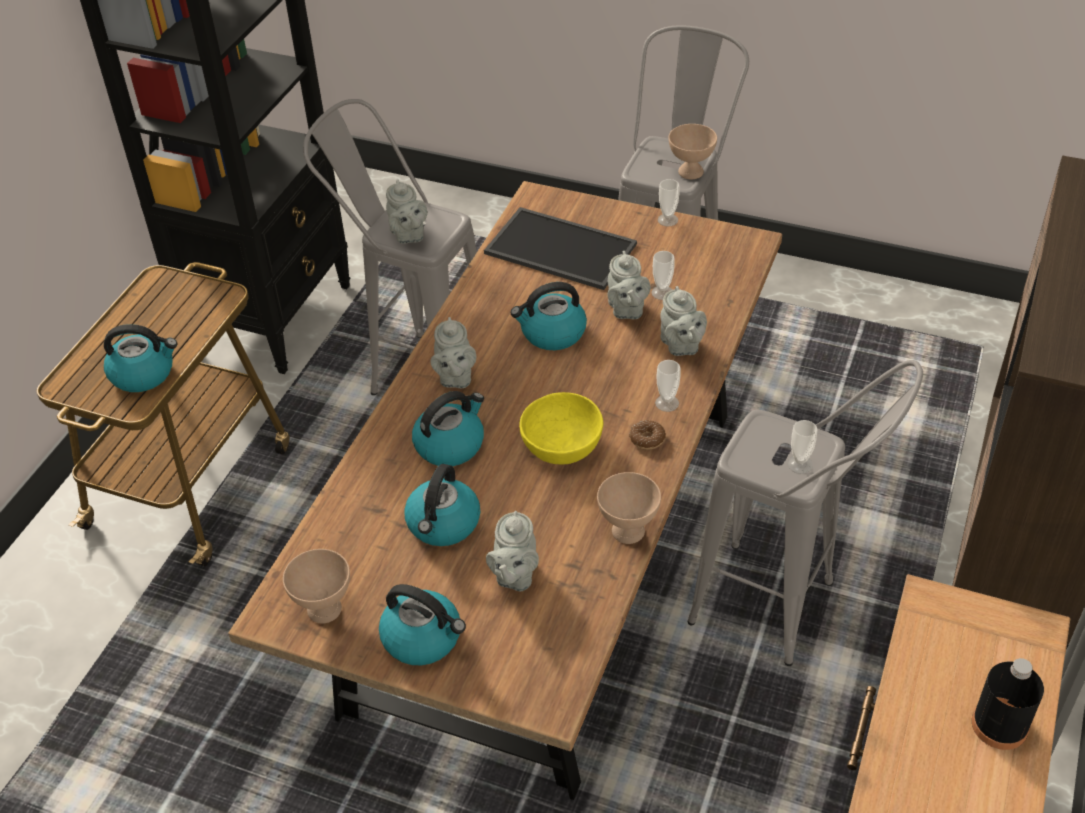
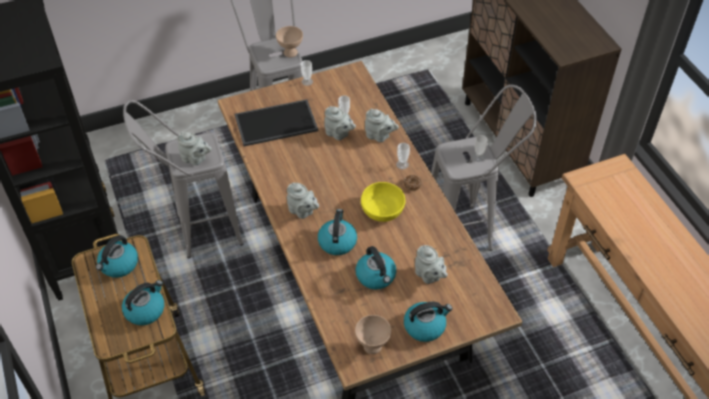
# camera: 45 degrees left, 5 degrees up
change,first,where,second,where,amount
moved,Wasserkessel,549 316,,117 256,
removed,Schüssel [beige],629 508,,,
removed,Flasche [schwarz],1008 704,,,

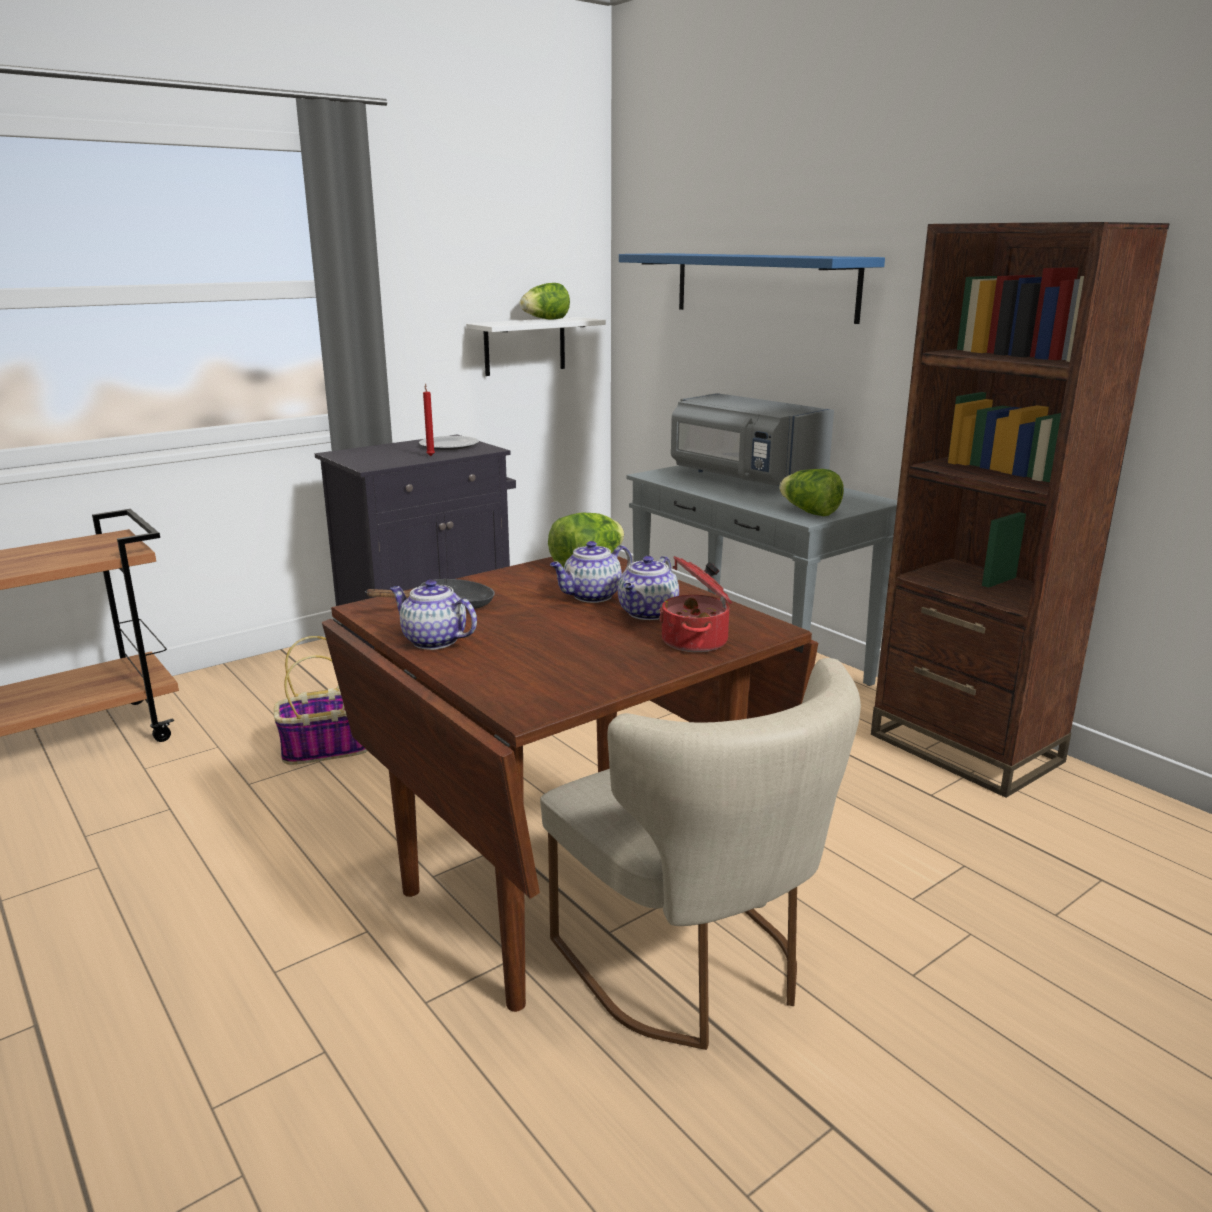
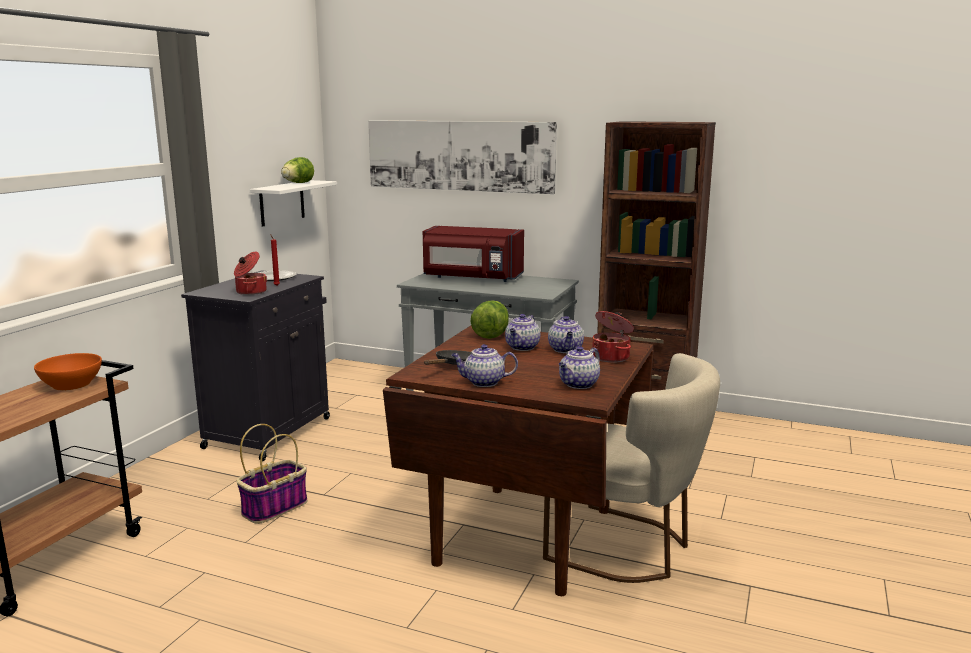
# camera: 30 degrees left, 5 degrees down
change,first,where,second,where,amount
replaced,Wandregal [blau],752 288,Bild,462 157,
recoloured,Mikrowelle [grau],752 439,Mikrowelle [rot],473 254,
removed,Salatkopf,811 492,,,
added,,,Schüssel [orange],68 371,
added,,,Kochtopf,250 273,
added,,,Teekanne,579 367,

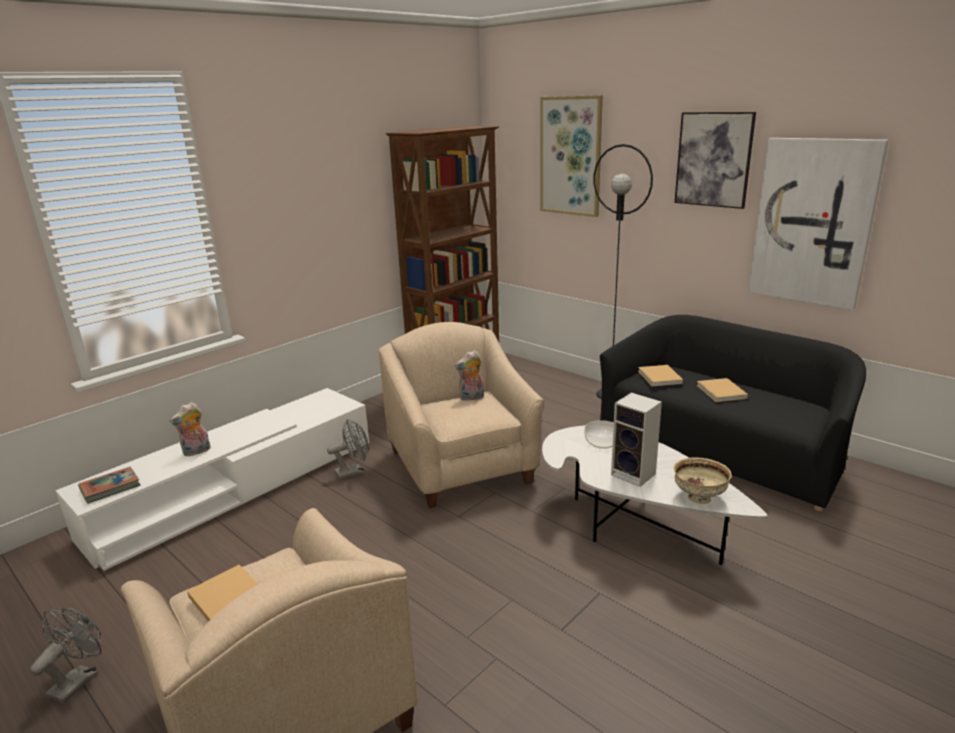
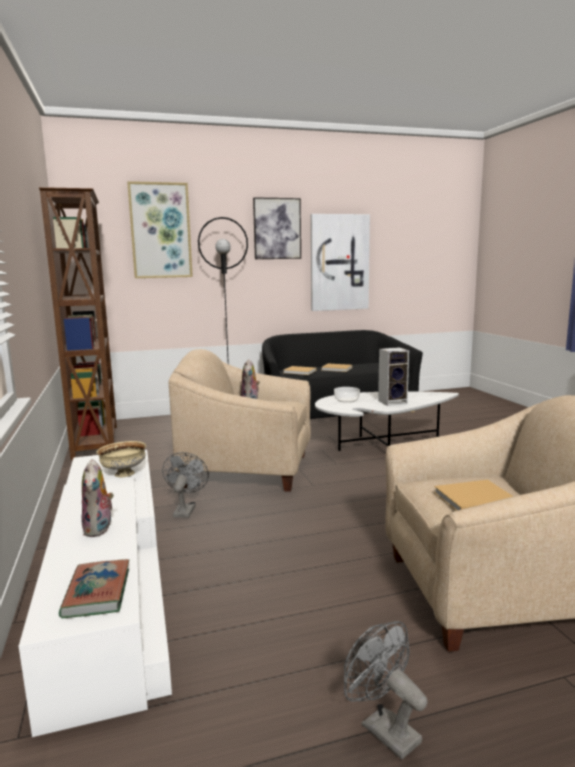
# camera: 60 degrees left, 10 degrees down
change,first,where,second,where,amount
moved,Schüssel [beige],702 480,,121 459,

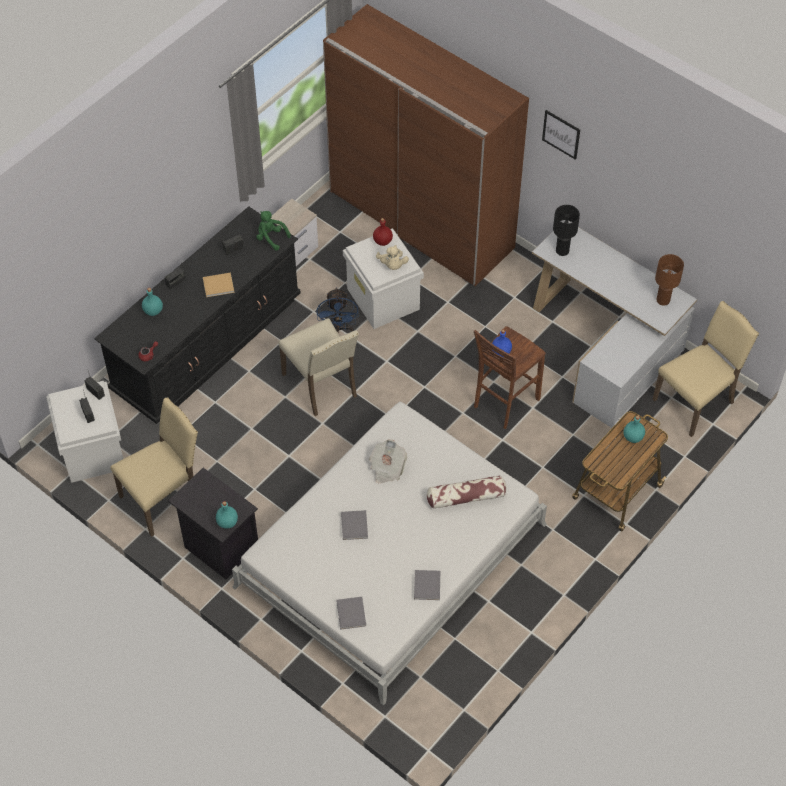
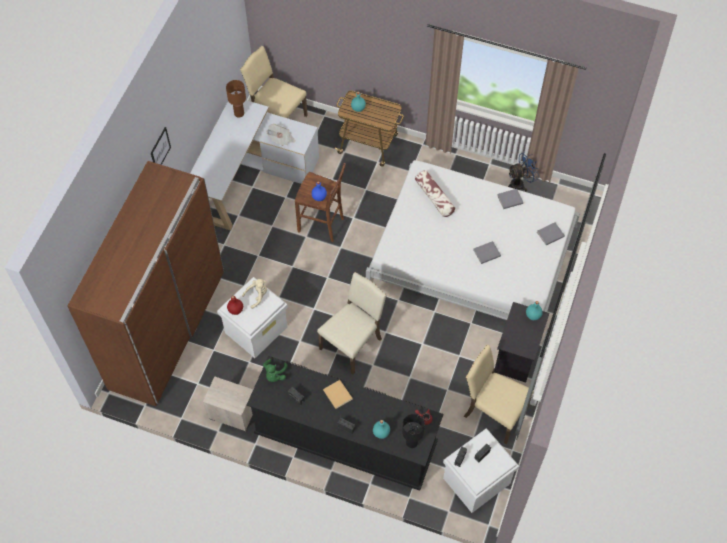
# camera: 110 degrees left, 5 degrees up
change,first,where,second,where,amount
moved,Ventilator [blau],337 310,,524 172,
moved,Zeitung,388 461,,280 135,
moved,Tischlampe [schwarz],566 230,,413 431,

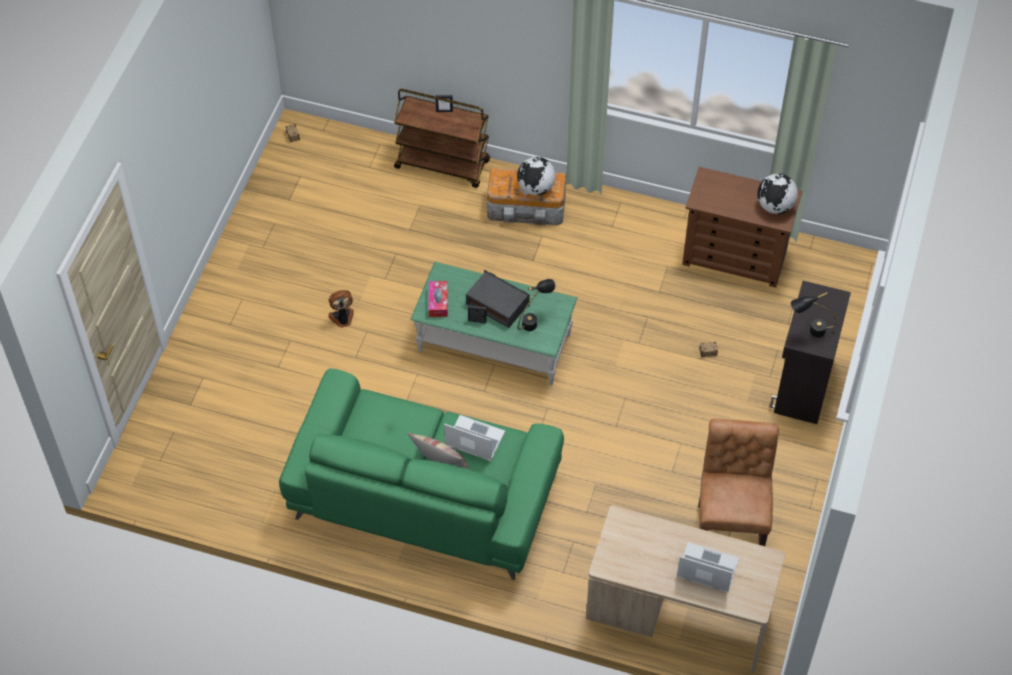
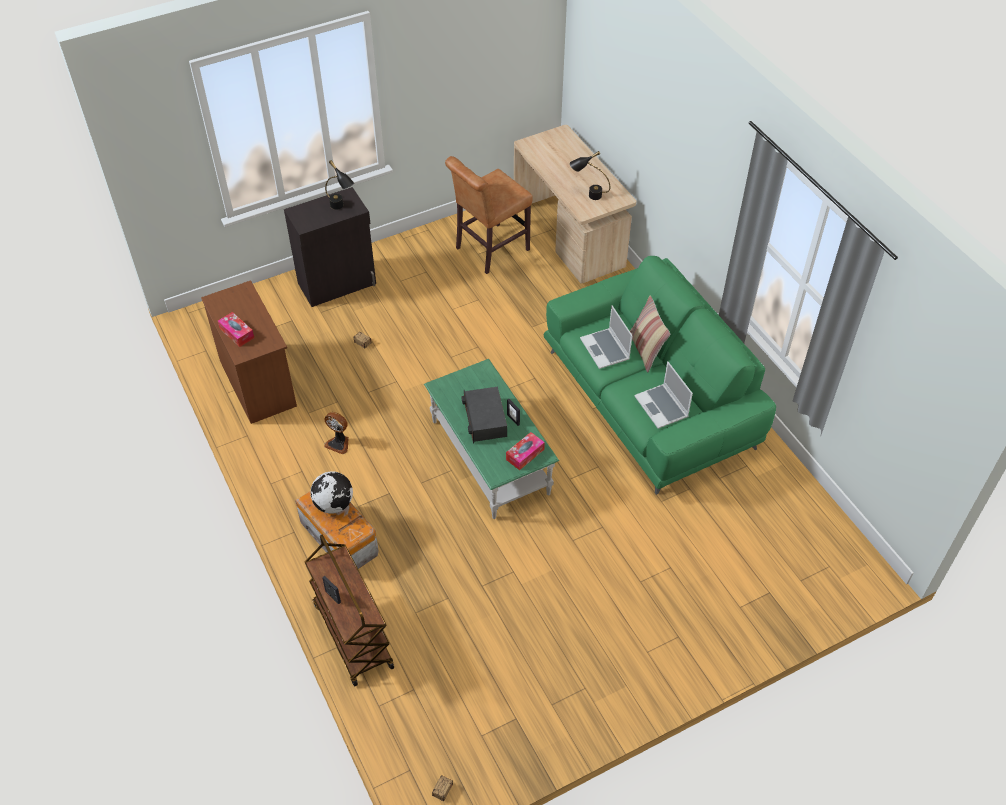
# camera: 135 degrees left, 5 degrees down
change,first,where,second,where,amount
moved,Ventilator,341 309,,336 433,
moved,Tischlampe [schwarz],536 305,,590 175,
moved,Laptop,708 567,,663 395,
removed,Globus,777 194,,,
added,,,Taschentuchbox,236 329,

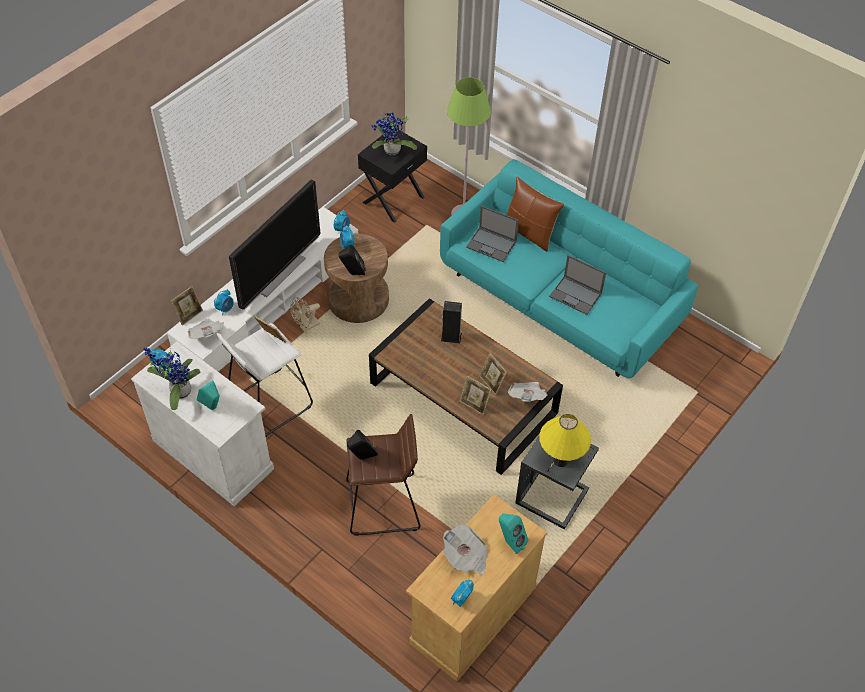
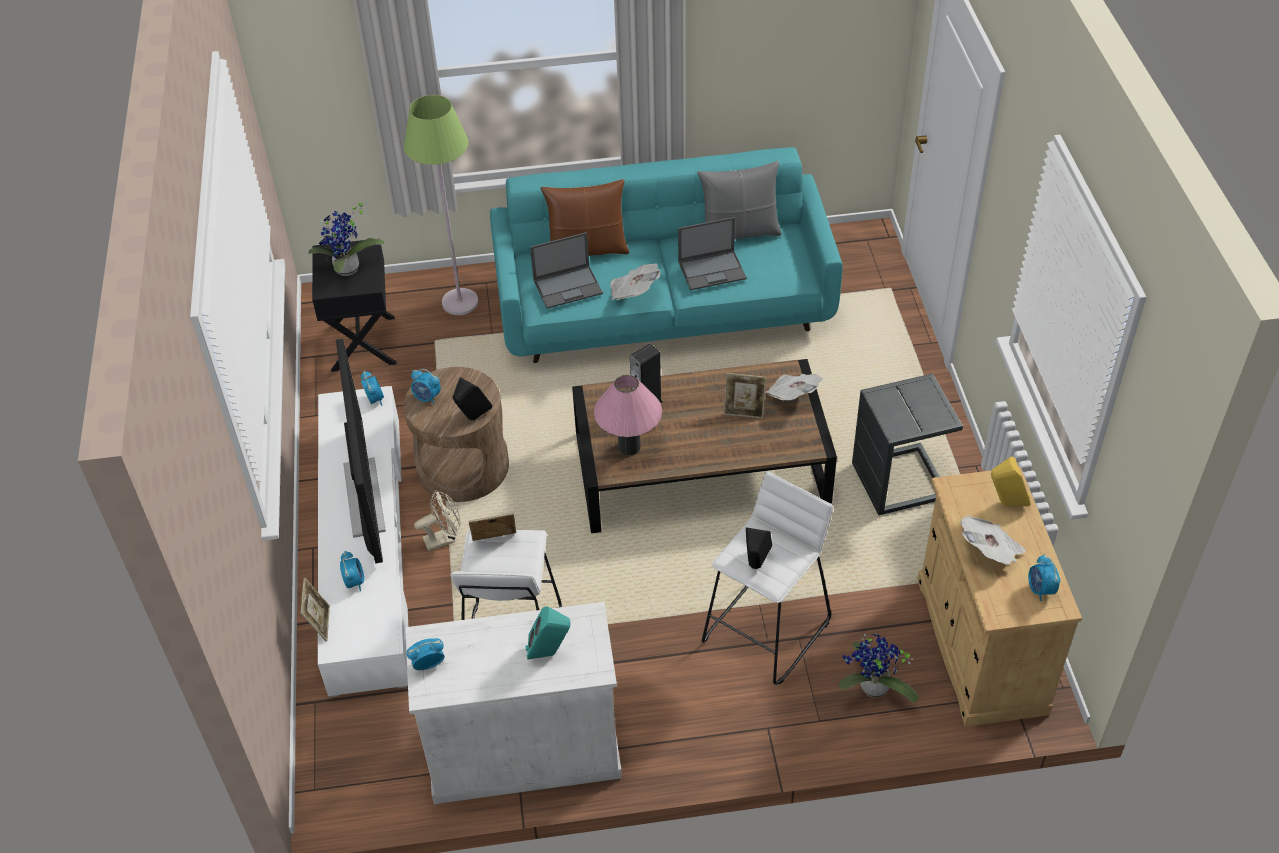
# camera: 45 degrees left, 5 degrees down
change,first,where,second,where,amount
moved,Topfpflanze,171 379,,878 668,
moved,Zeitung,206 328,,635 281,
turned,Ventilator [beige],305 314,,437 520,120 degrees counterclockwise
recoloured,Hocker [braun],383 475,Hocker [weiß],767 578,
removed,Bilderrahmen,476 395,,,
recoloured,Lautsprecher [türkis],513 533,Lautsprecher [gelb],1011 481,
removed,Tischlampe [gelb],565 440,,,
added,,,Tischlampe [rosa],628 415,
added,,,Kissen [grau],739 200,

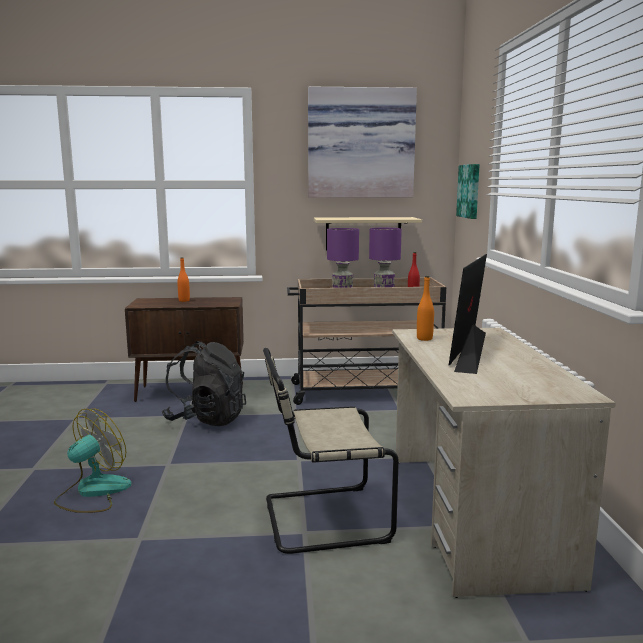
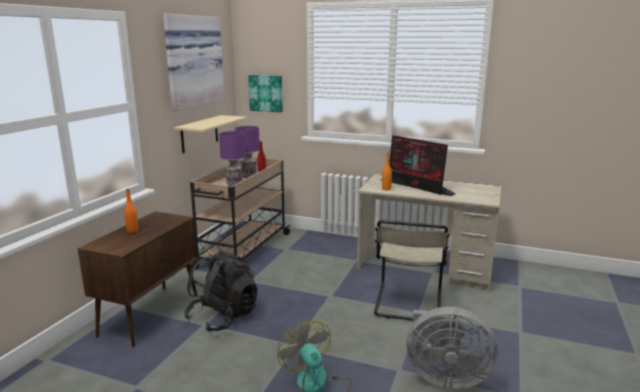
# camera: 65 degrees left, 5 degrees up
change,first,where,second,where,amount
added,,,Ventilator [grau],452 348,

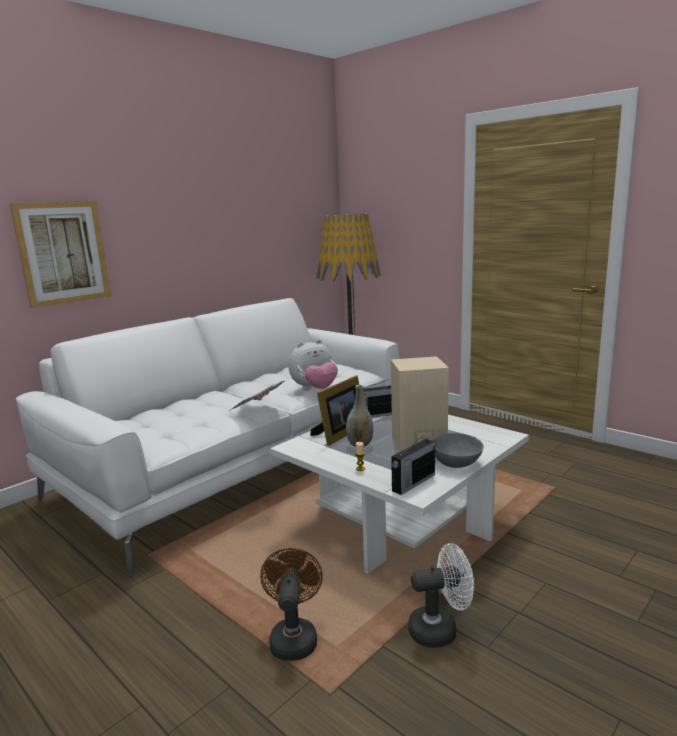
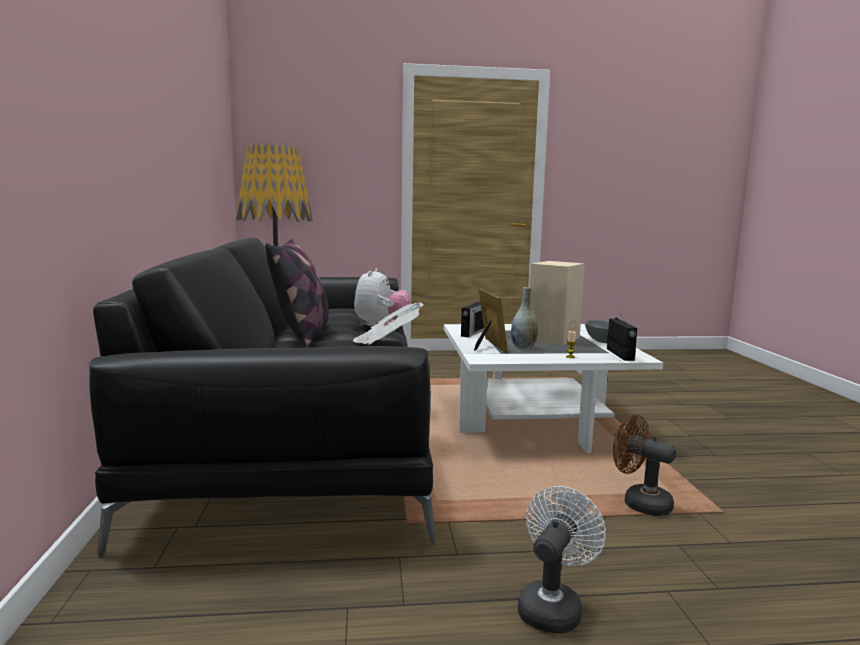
# camera: 50 degrees left, 5 degrees down
change,first,where,second,where,amount
removed,Bild,60 254,,,
recoloured,Sofa [weiß],208 437,Sofa [schwarz],263 397,
moved,Ventilator [weiß],441 595,,562 559,
added,,,Kissen,297 292,

